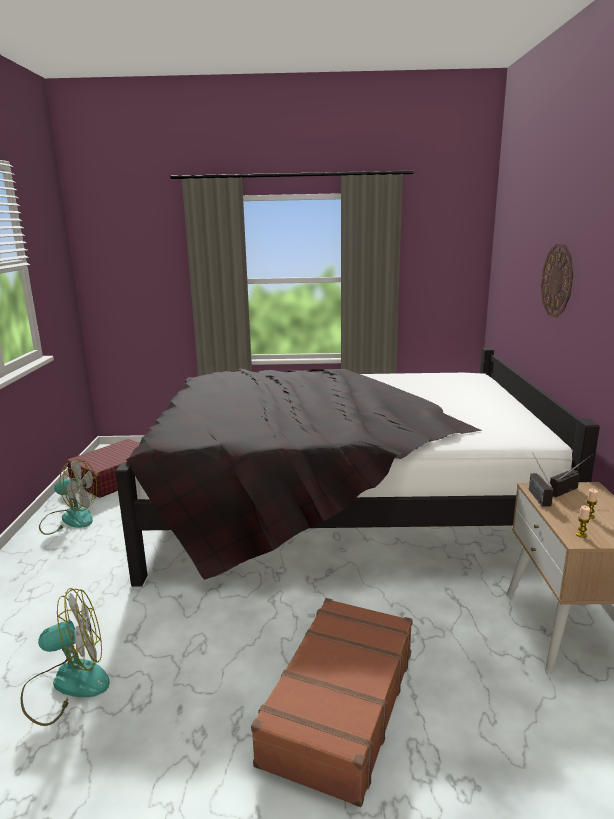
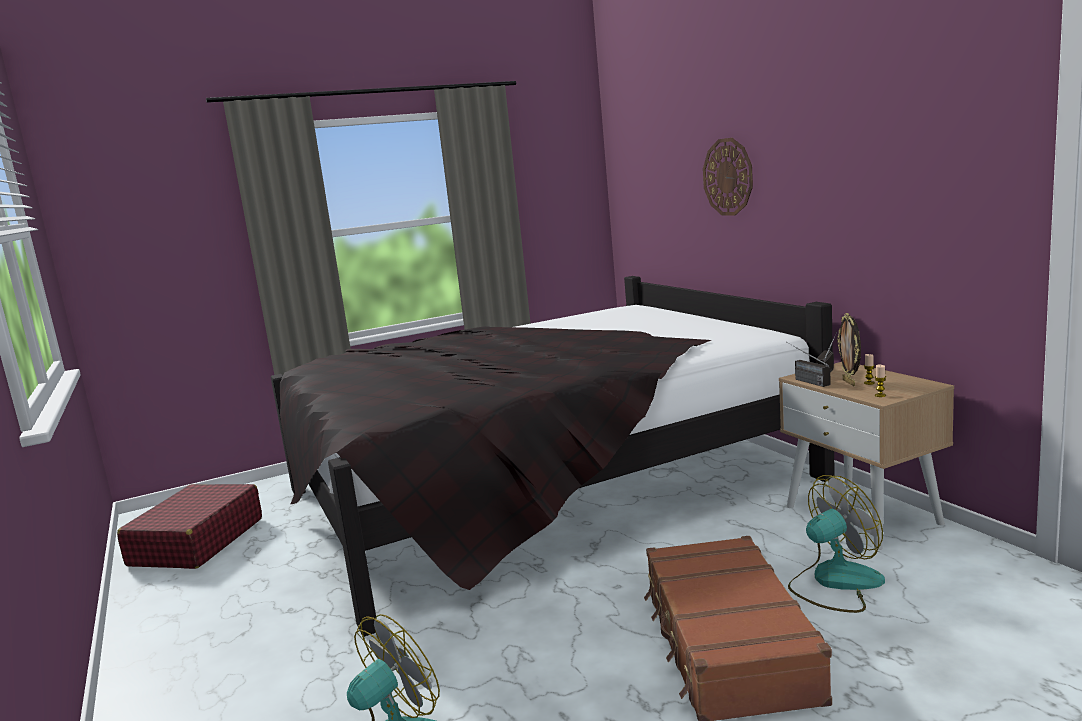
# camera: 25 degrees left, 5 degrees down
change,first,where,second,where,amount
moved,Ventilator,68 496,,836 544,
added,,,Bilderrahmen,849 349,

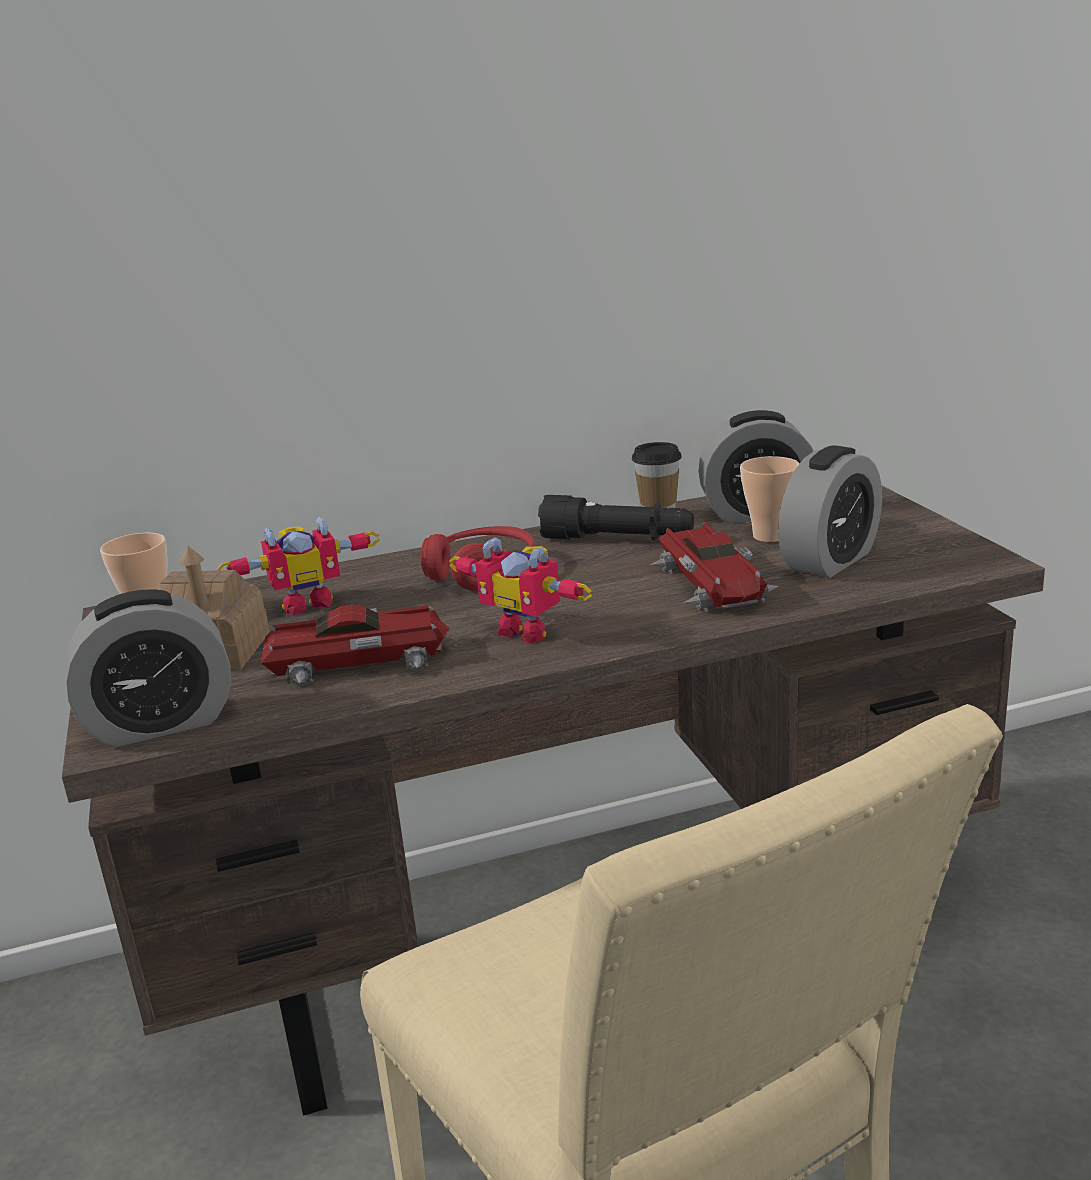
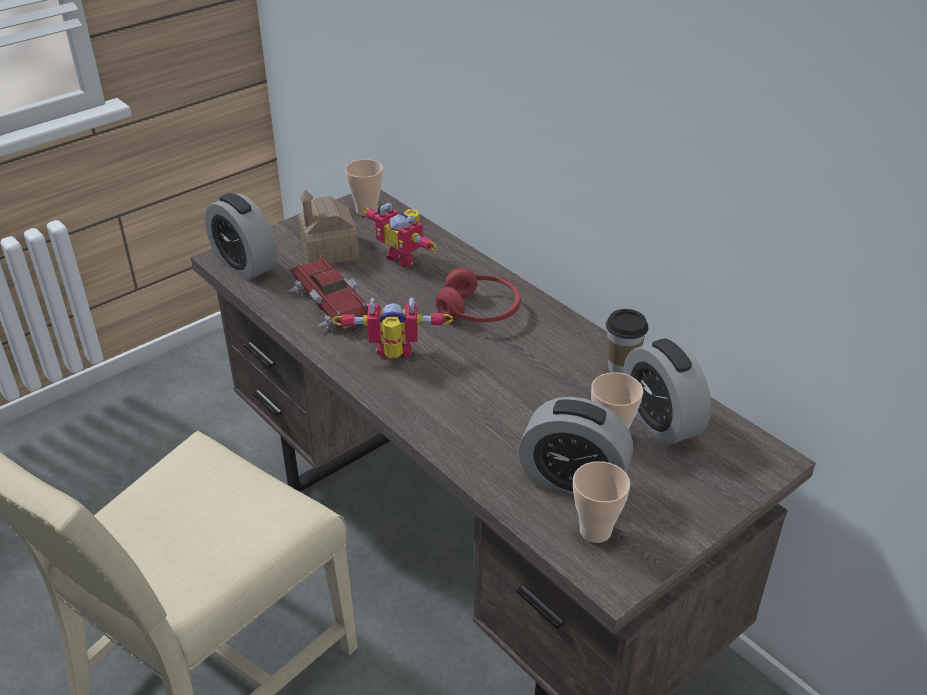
# camera: 65 degrees right, 15 degrees up
change,first,where,second,where,amount
turned,Spielzeugroboter,520 590,,392 327,75 degrees clockwise
removed,Taschenlampe [schwarz],616 517,,,
removed,Spielzeugauto,714 567,,,
added,,,Tasse,602 502,

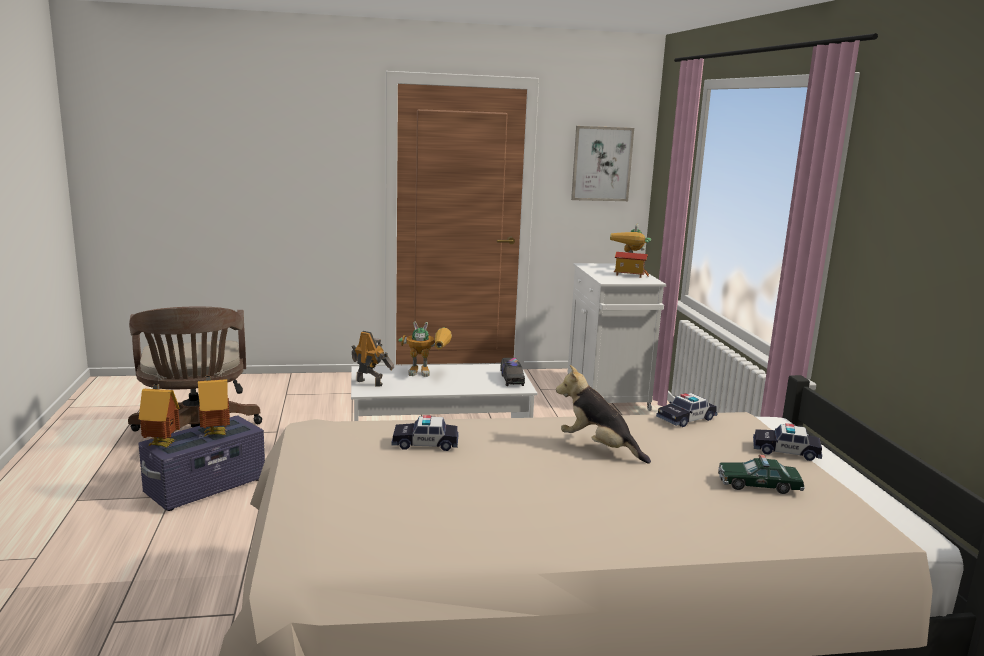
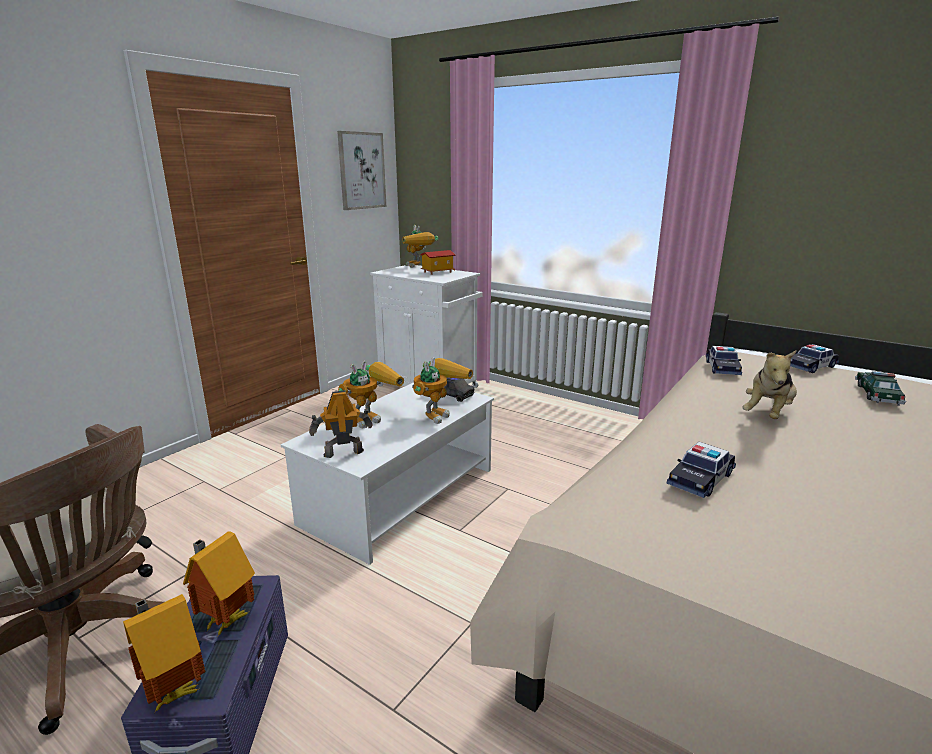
# camera: 45 degrees left, 5 degrees up
change,first,where,second,where,amount
turned,Plüschtier,603 414,,769 384,45 degrees counterclockwise
turned,Spielzeugauto,761 474,,880 388,150 degrees clockwise
added,,,Spielzeugroboter,442 390,

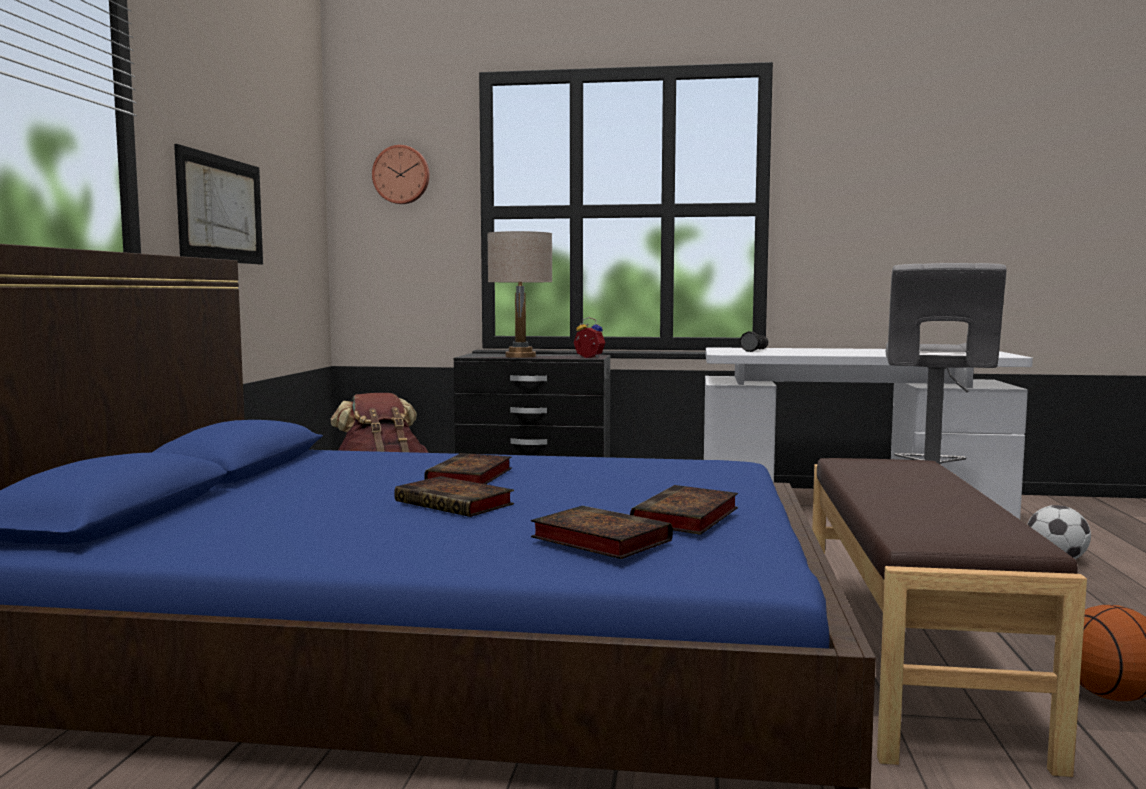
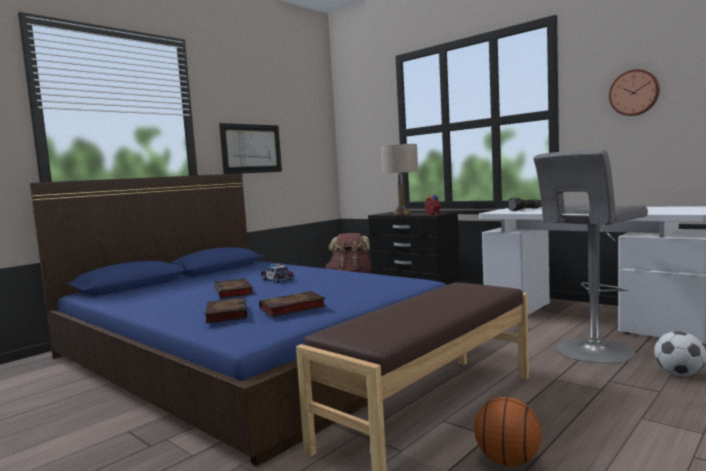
# camera: 35 degrees right, 0 degrees up
change,first,where,second,where,amount
moved,Wanduhr,400 174,,634 92,
replaced,Buch,468 468,Spielzeugauto,277 273,

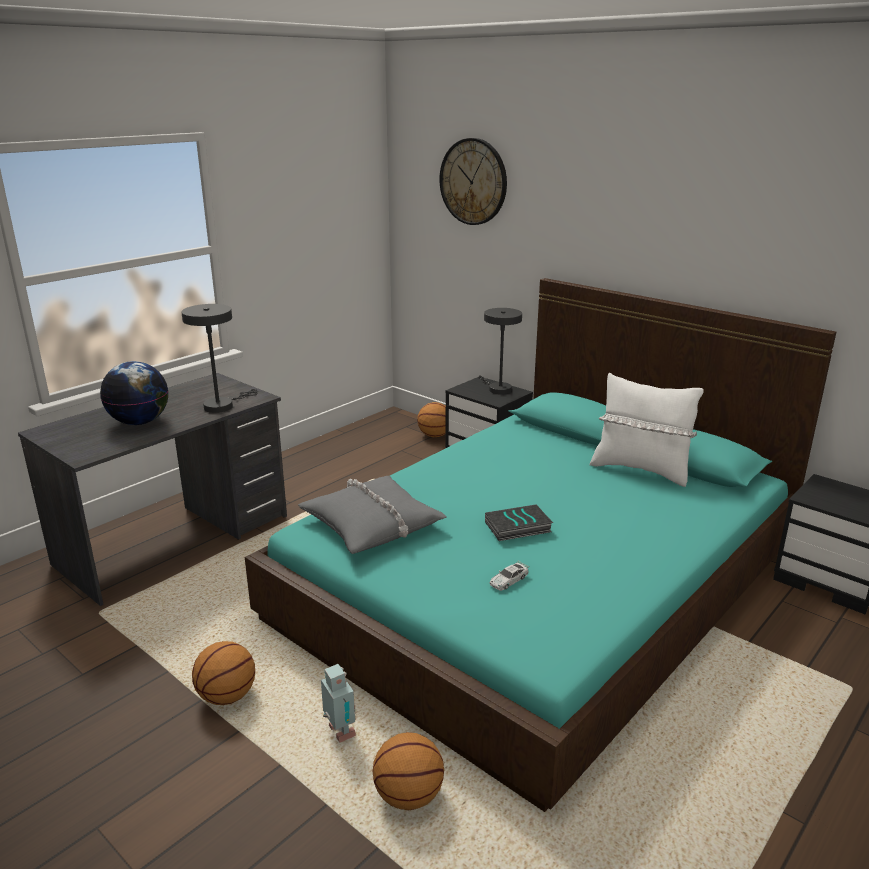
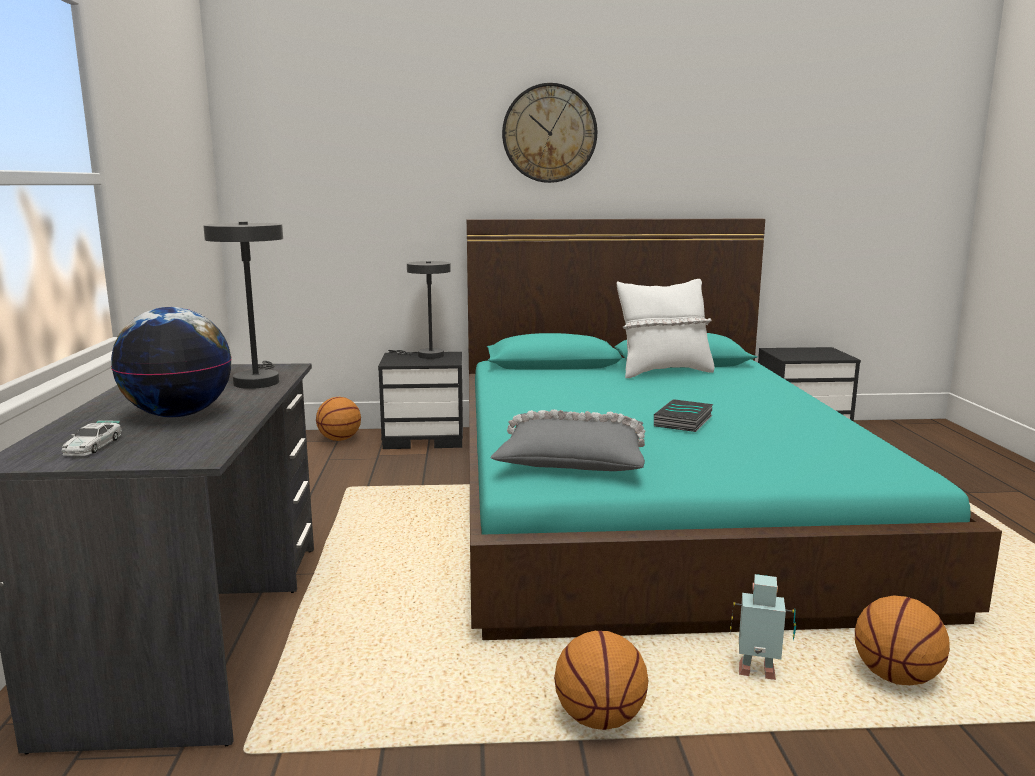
# camera: 45 degrees left, 10 degrees down
change,first,where,second,where,amount
moved,Wanduhr,473 181,,549 133,
moved,Spielzeugauto,509 576,,92 438,

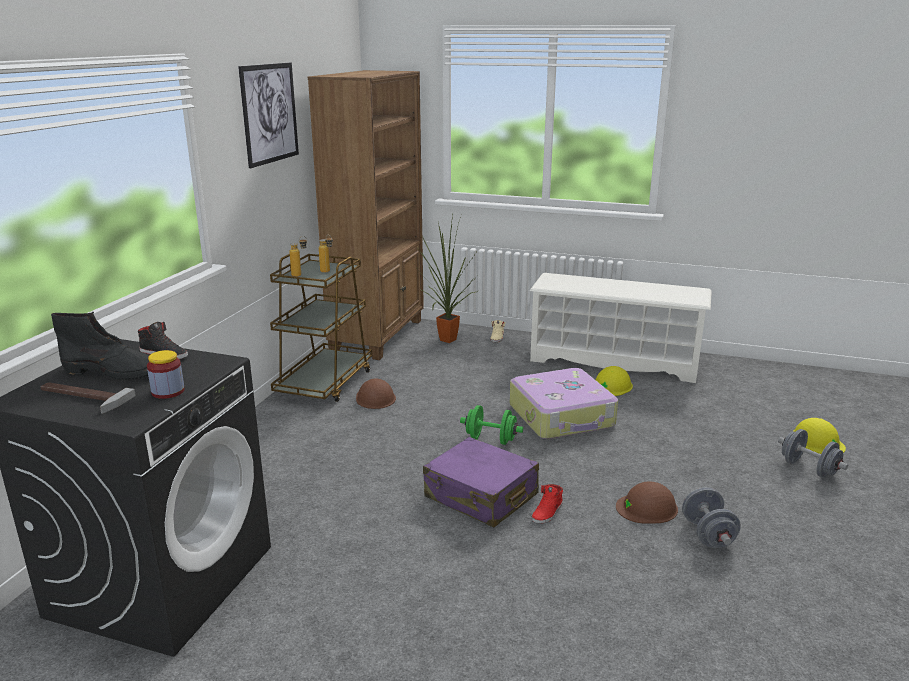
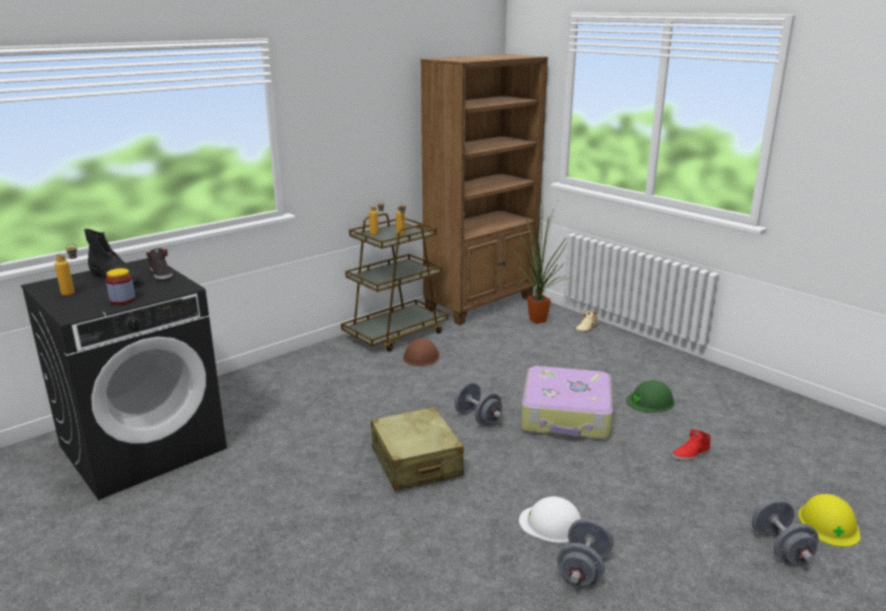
# camera: 30 degrees right, 0 degrees up
change,first,where,second,where,amount
replaced,Hammer,88 398,Flasche,65 269,
removed,Bild,268 115,,,
recoloured,Koffer [lila],481 482,Koffer [beige],417 449,
recoloured,Hantel [grün],491 425,Hantel [grau],478 404,
removed,Schuhregal [weiß],620 328,,,
moved,Schuh [rot],547 504,,691 445,
recoloured,Schutzhelm [gelb],614 381,Schutzhelm [grün],650 396,
recoloured,Schutzhelm [braun],647 502,Schutzhelm [weiß],550 519,

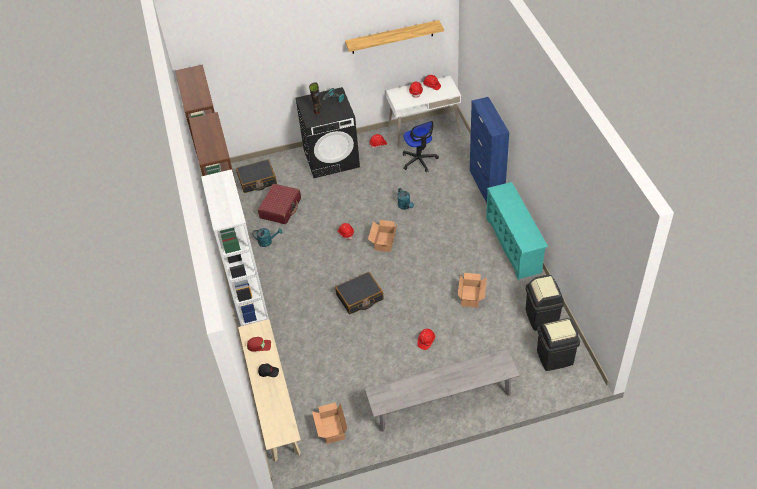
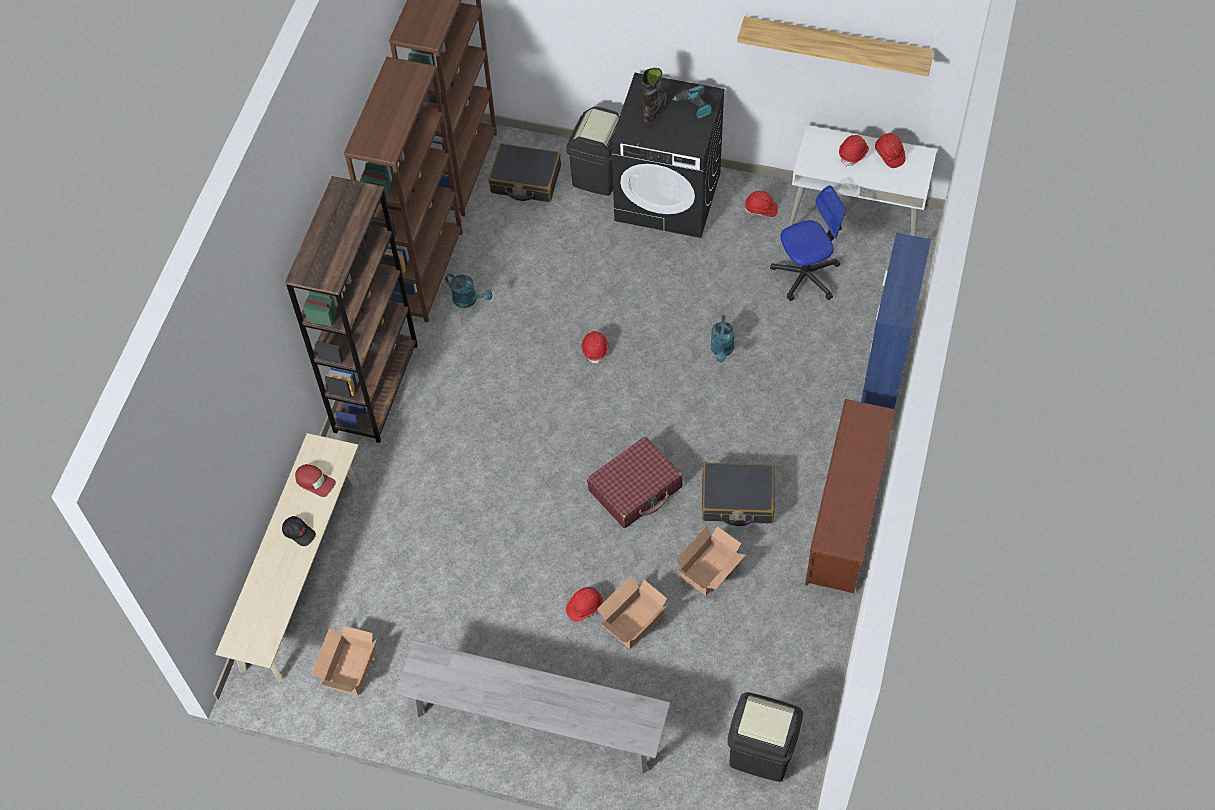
# camera: 30 degrees right, 10 degrees up
change,first,where,second,where,amount
recoloured,Bücherregal [weiß],235 247,Bücherregal [braun],351 309,
moved,Koffer [rot],279 204,,635 482,
moved,Koffer [schwarz],359 293,,738 494,
moved,Karton,383 236,,632 612,
turned,Bürostuhl,421 146,,808 243,120 degrees counterclockwise
recoloured,Schuhregal [türkis],517 231,Schuhregal [braun],850 496,
moved,Mülleimer [schwarz],545 303,,593 151,

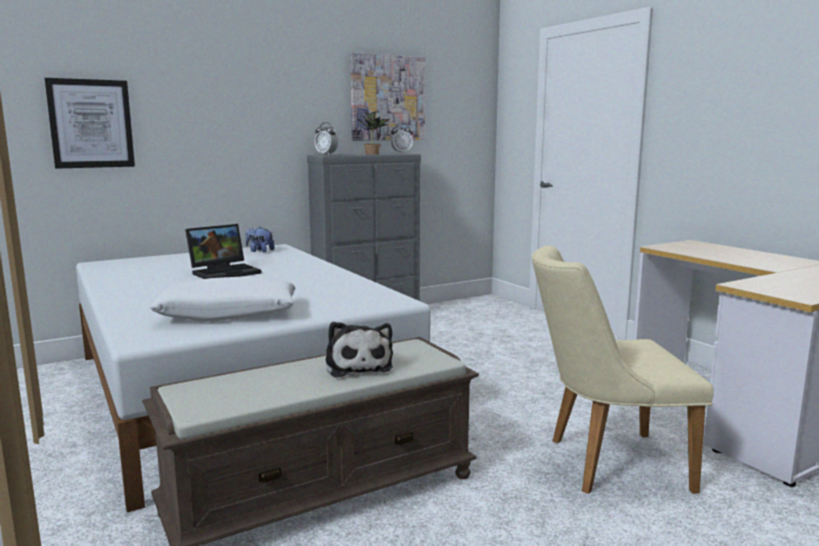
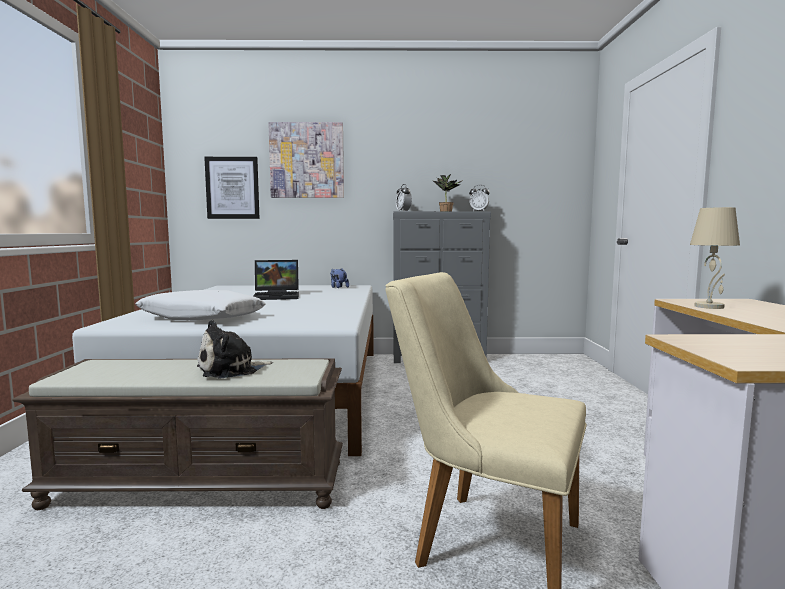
# camera: 30 degrees right, 5 degrees down
change,first,where,second,where,amount
turned,Plüschtier,359 350,,235 349,45 degrees clockwise
moved,Bild,387 96,,306 160,
added,,,Tischlampe [beige],715 258,

